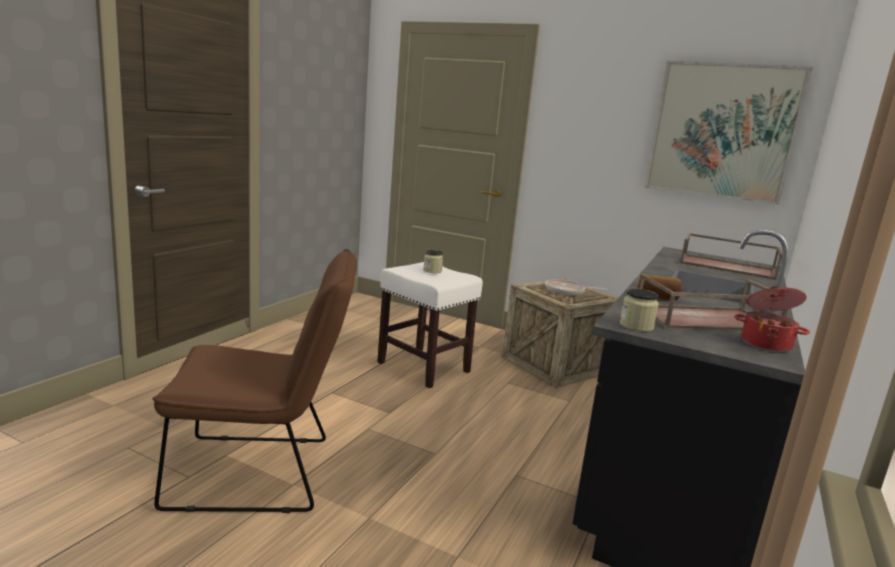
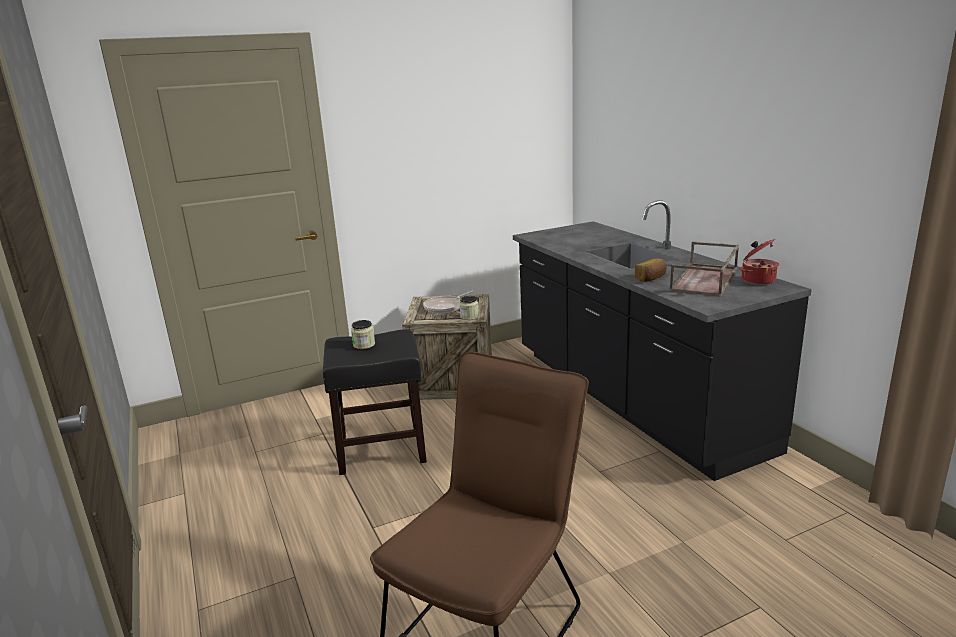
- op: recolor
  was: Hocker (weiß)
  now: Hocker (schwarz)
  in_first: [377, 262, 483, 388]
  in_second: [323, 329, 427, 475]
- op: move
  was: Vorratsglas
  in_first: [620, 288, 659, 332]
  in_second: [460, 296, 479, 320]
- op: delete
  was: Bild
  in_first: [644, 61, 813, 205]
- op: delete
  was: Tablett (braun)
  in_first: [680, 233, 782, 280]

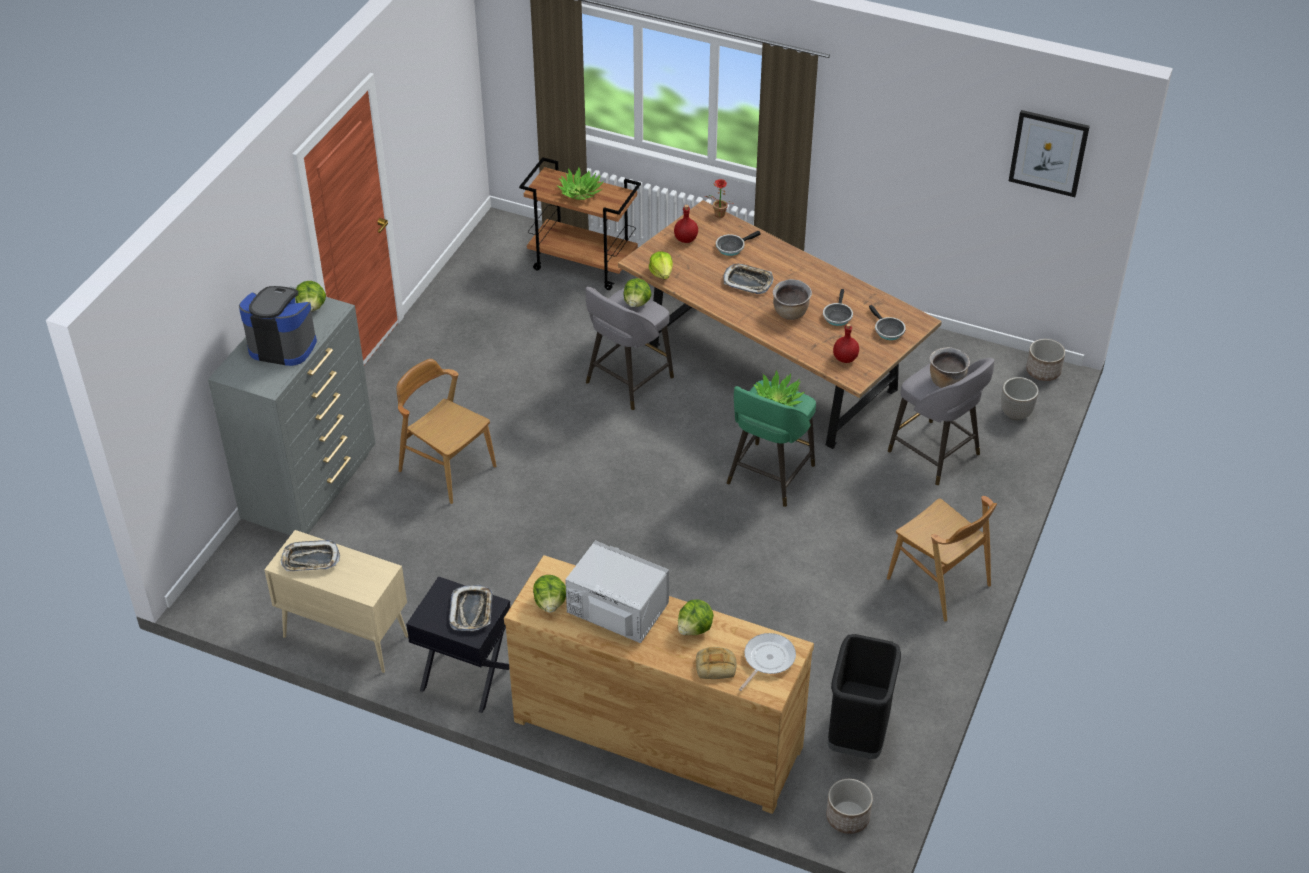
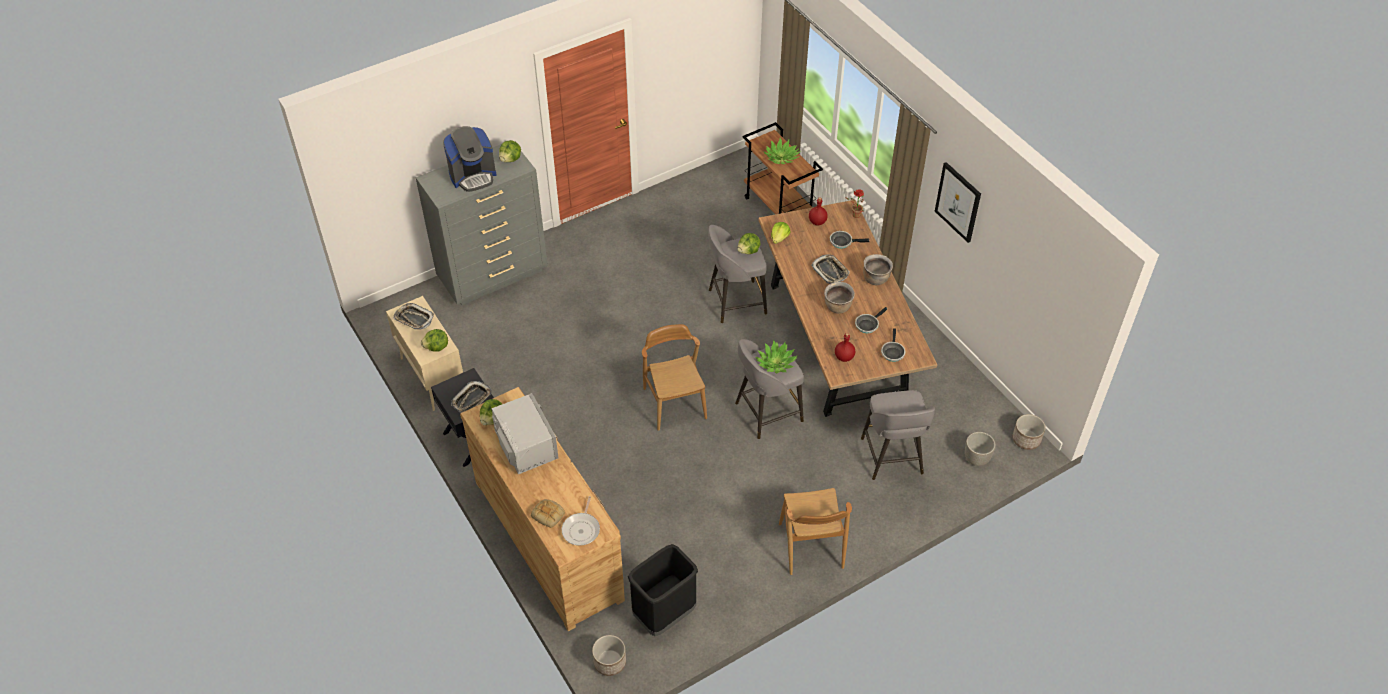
- op: move
  was: Salatkopf
  in_first: [678, 600, 714, 635]
  in_second: [421, 329, 448, 352]
- op: rotate
  was: Kaffeemaschine
  in_first: [239, 286, 317, 366]
  in_second: [443, 126, 496, 192]
  clockwise: 105
- op: rotate
  was: Pfanne
  in_first: [739, 633, 796, 691]
  in_second: [562, 496, 600, 546]
  clockwise: 120
- op: move
  was: Stuhl (braun)
  in_first: [396, 359, 496, 504]
  in_second: [642, 324, 707, 431]
- op: recolor
  was: Hocker (grün)
  now: Hocker (grau)
  in_first: [727, 380, 816, 507]
  in_second: [735, 339, 804, 439]
- op: move
  was: Kochtopf (braun)
  in_first: [929, 347, 970, 388]
  in_second: [863, 254, 893, 285]
- op: move
  was: Bild
  in_first: [1009, 110, 1090, 197]
  in_second: [935, 162, 981, 243]

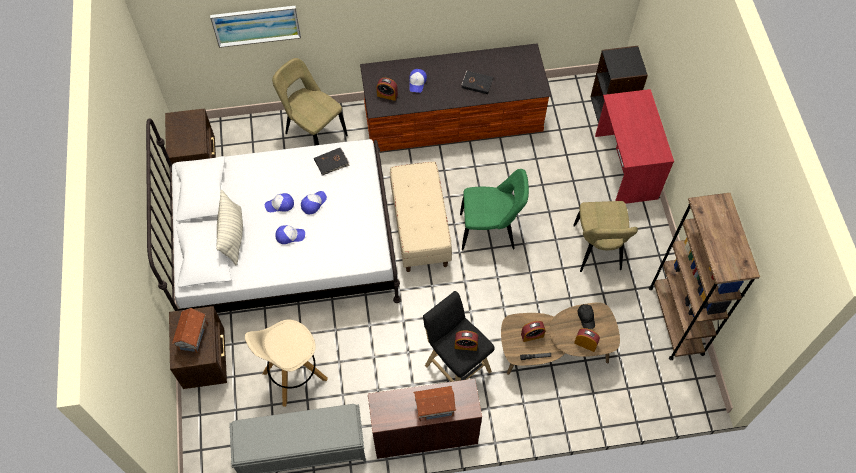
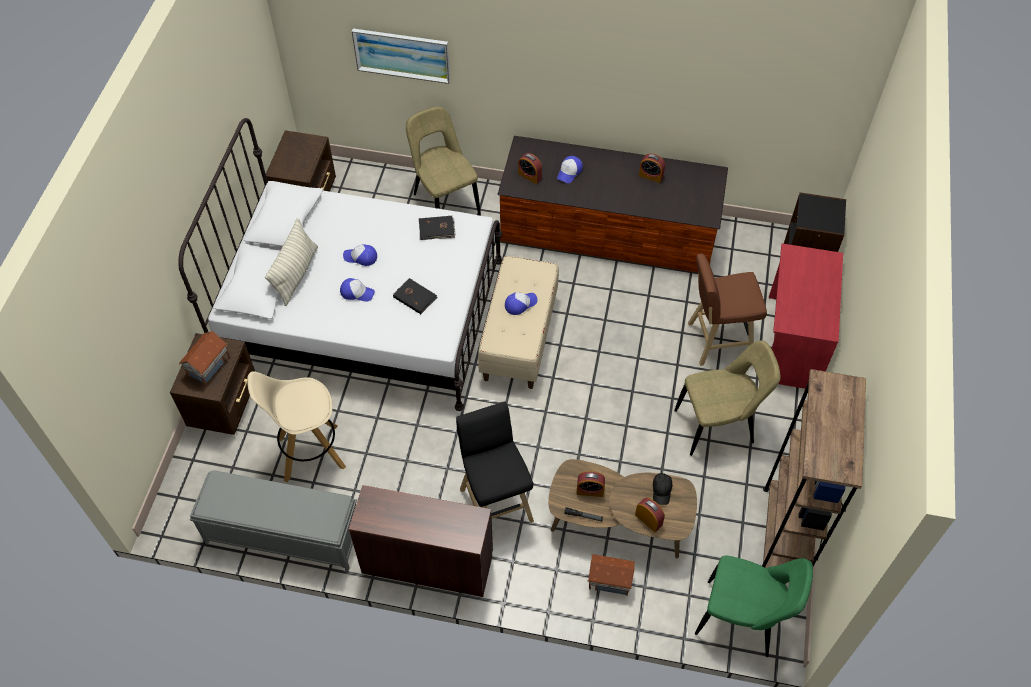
- op: move
  was: Buch (schwarz)
  in_first: [461, 71, 494, 94]
  in_second: [393, 278, 437, 314]
- op: move
  was: Kappe
  in_first: [301, 191, 327, 214]
  in_second: [505, 292, 538, 315]
- op: move
  was: Spielzeughaus
  in_first: [413, 386, 456, 421]
  in_second: [587, 554, 635, 596]
- op: move
  was: Wecker
  in_first: [455, 331, 478, 351]
  in_second: [639, 153, 665, 183]
- op: rotate
  was: Stuhl (beige)
  in_first: [573, 201, 638, 272]
  in_second: [674, 340, 780, 456]
  clockwise: -120
- op: insert
  now: Hocker (braun)
  in_second: [688, 253, 767, 366]
- op: move
  was: Stuhl (grün)
  in_first: [460, 169, 529, 251]
  in_second: [695, 555, 813, 657]

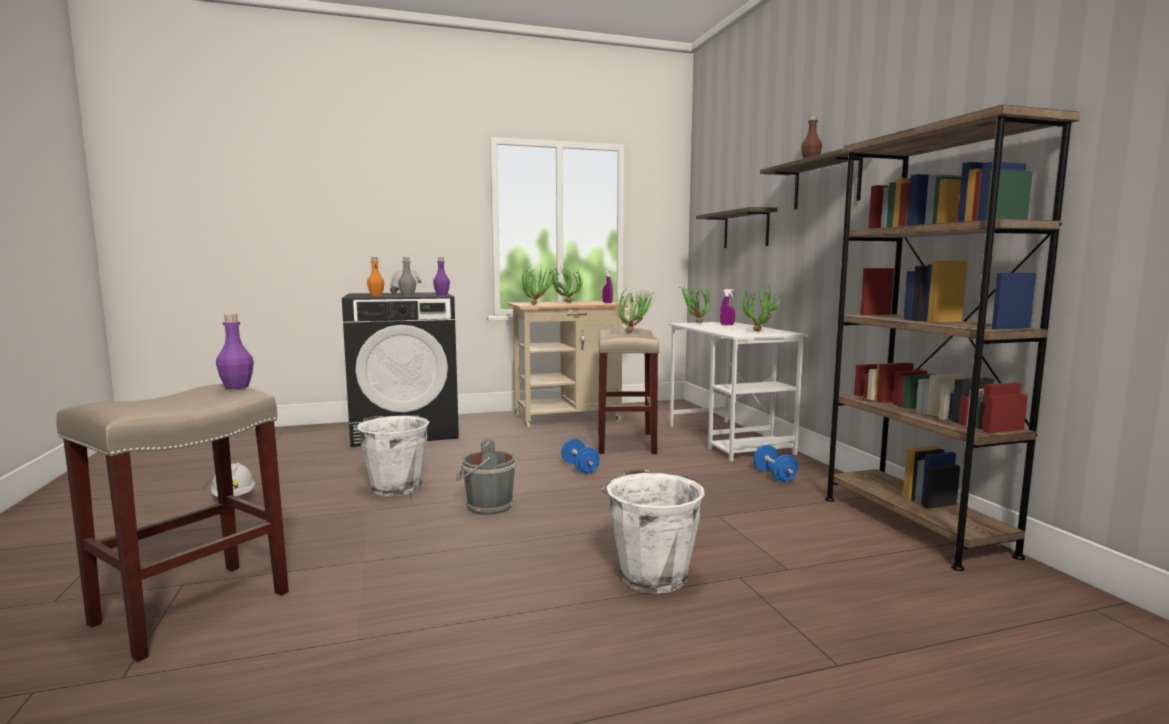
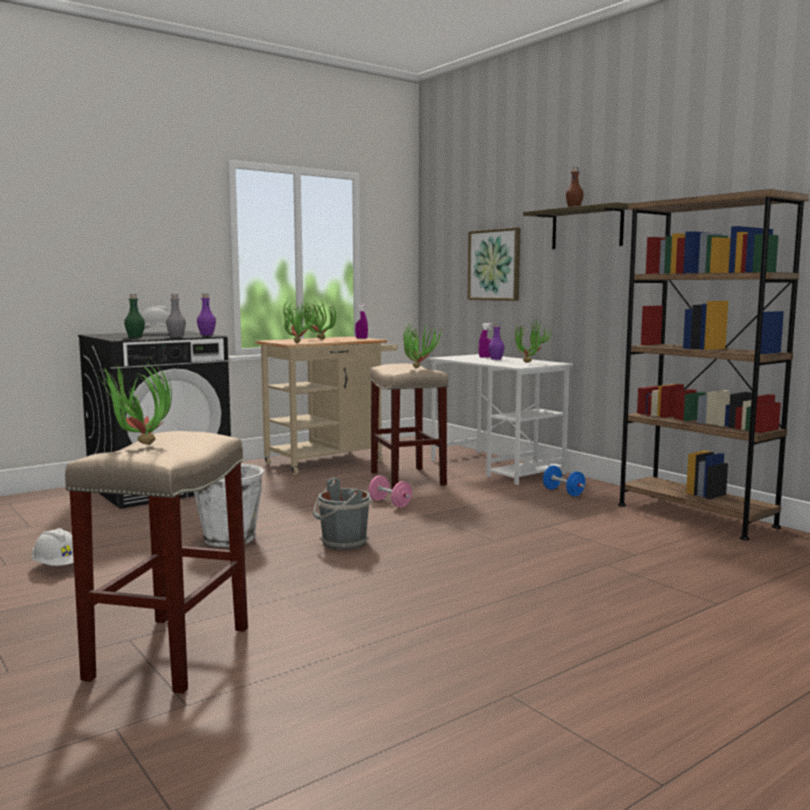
- op: move
  was: Topfpflanze
  in_first: [679, 284, 712, 323]
  in_second: [98, 361, 172, 445]
- op: recolor
  was: Flasche (orange)
  now: Flasche (grün)
  in_first: [367, 257, 385, 296]
  in_second: [124, 294, 145, 338]
- op: recolor
  was: Hantel (blau)
  now: Hantel (rosa)
  in_first: [561, 439, 600, 474]
  in_second: [369, 475, 412, 508]
- op: replace
  was: Wandregal
  now: Bild
  in_first: [696, 207, 778, 248]
  in_second: [467, 227, 520, 301]
- op: move
  was: Flasche (lila)
  in_first: [216, 314, 254, 389]
  in_second: [488, 323, 505, 360]
- op: delete
  was: Eimer (weiß)
  in_first: [602, 469, 705, 594]

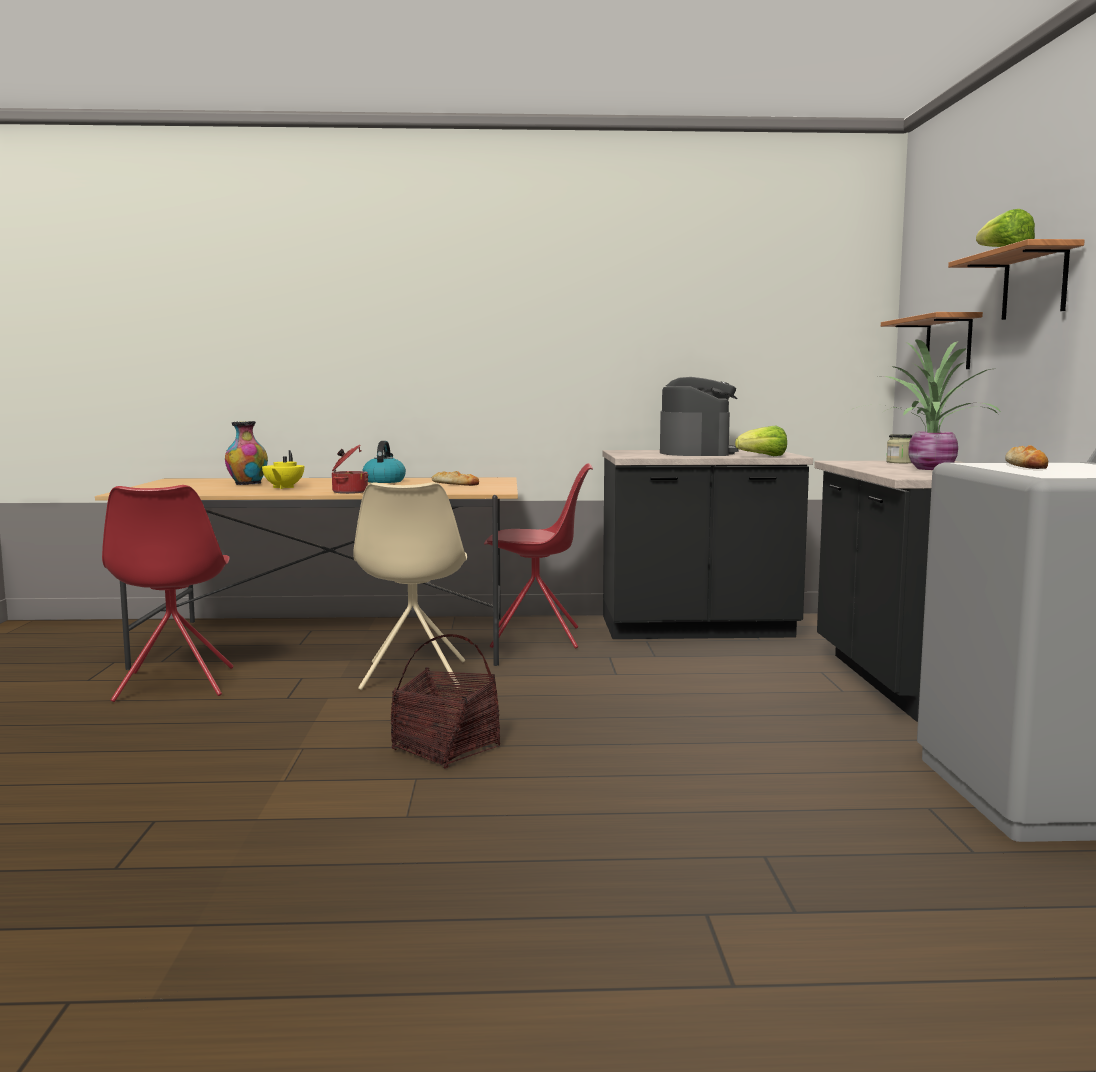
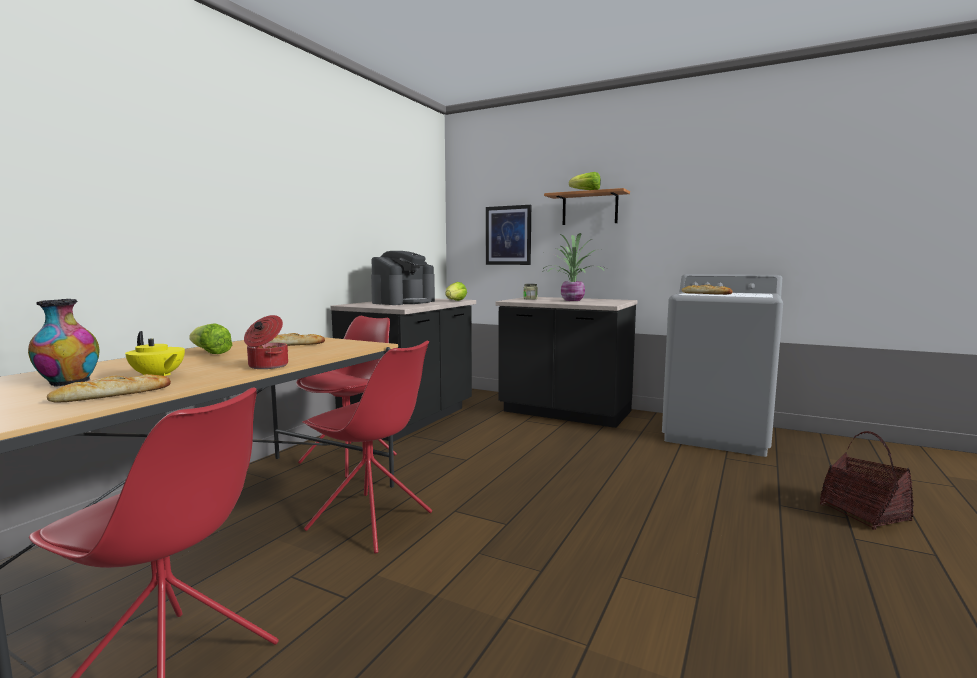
- op: insert
  now: Brot
  in_second: [47, 374, 171, 403]
- op: replace
  was: Wasserkessel
  now: Salatkopf
  in_first: [362, 441, 406, 483]
  in_second: [189, 324, 232, 354]
- op: recolor
  was: Stuhl (beige)
  now: Stuhl (rot)
  in_first: [353, 482, 467, 690]
  in_second: [303, 341, 432, 554]
- op: rotate
  was: Kaffeemaschine
  in_first: [660, 377, 739, 456]
  in_second: [371, 251, 435, 305]
  clockwise: 90
- op: replace
  was: Wandregal
  now: Bild
  in_first: [881, 312, 983, 369]
  in_second: [486, 205, 531, 265]
- op: move
  was: Korb
  in_first: [391, 634, 500, 769]
  in_second: [820, 431, 914, 530]

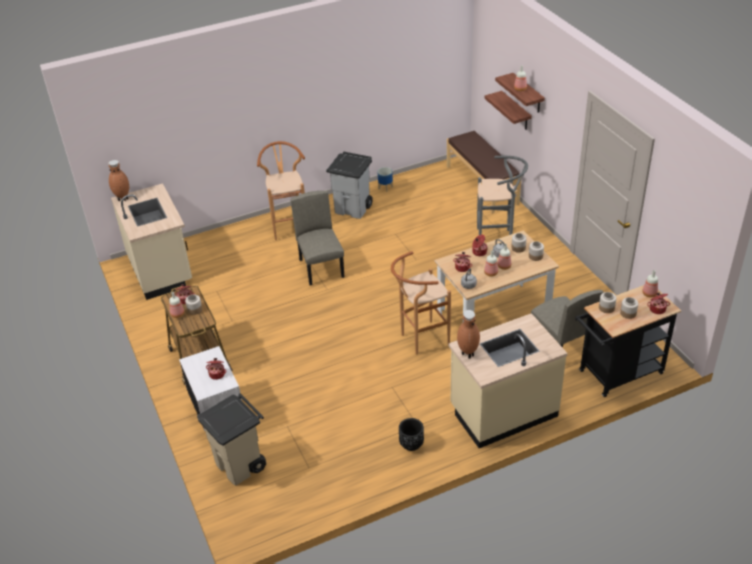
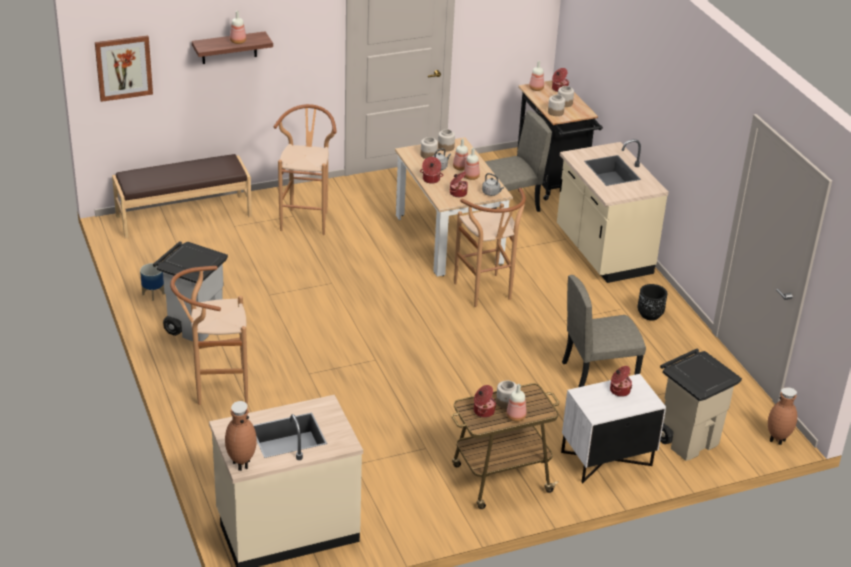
- op: insert
  now: Bild
  in_second: [95, 35, 153, 102]
- op: recolor
  was: Hocker (grau)
  now: Hocker (braun)
  in_first: [477, 156, 528, 235]
  in_second: [273, 104, 337, 235]
- op: move
  was: Stuhl (beige)
  in_first: [290, 191, 344, 286]
  in_second: [562, 275, 646, 387]
- op: move
  was: Vase (braun)
  in_first: [457, 310, 480, 359]
  in_second: [768, 387, 797, 445]
- op: delete
  was: Wandregal
  in_first: [484, 91, 532, 130]

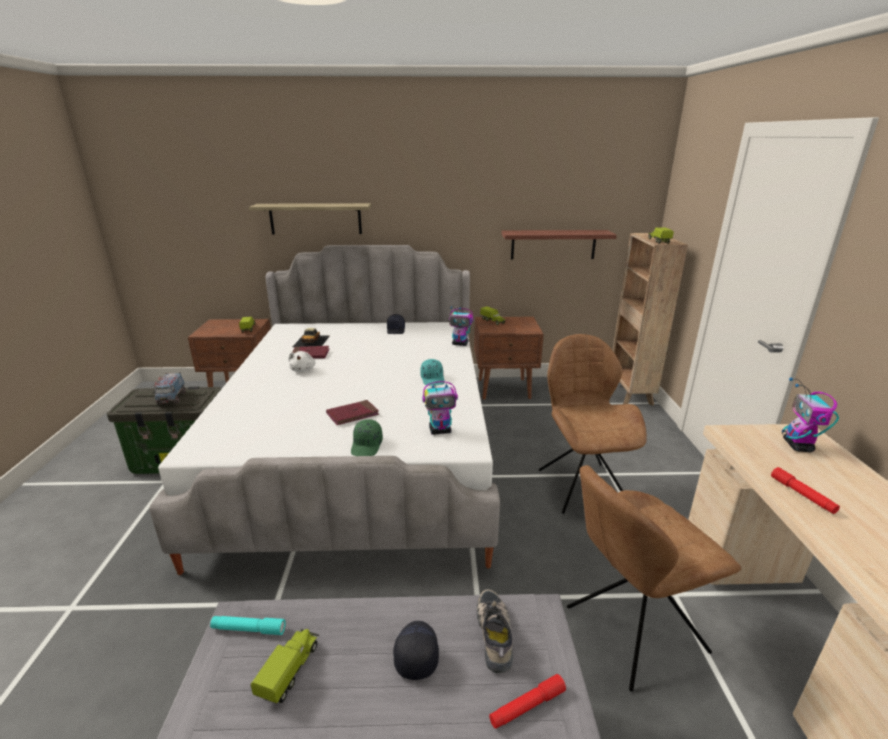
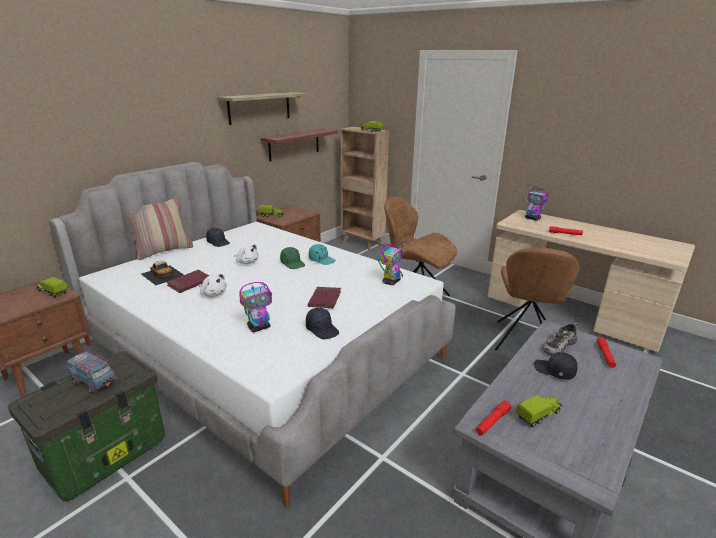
- op: insert
  now: Kissen
  in_second: [127, 197, 193, 260]
- op: move
  was: Wandregal
  in_first: [249, 203, 371, 234]
  in_second: [218, 92, 309, 125]
- op: insert
  now: Plüschtier (weiß)
  in_second: [234, 244, 259, 264]
- op: move
  was: Spielzeugroboter
  in_first: [449, 306, 474, 346]
  in_second: [239, 282, 272, 332]
- op: move
  was: Kappe (grün)
  in_first: [351, 419, 383, 456]
  in_second: [280, 247, 305, 269]
- op: insert
  now: Kappe (schwarz)
  in_second: [306, 308, 339, 339]
- op: recolor
  was: Taschenlampe (türkis)
  now: Taschenlampe (rot)
  in_first: [210, 616, 286, 635]
  in_second: [476, 400, 511, 436]
- op: rotate
  was: Spielzeuglaster
  in_first: [250, 629, 319, 703]
  in_second: [516, 395, 563, 427]
  clockwise: 90
- op: rotate
  was: Schuh
  in_first: [477, 589, 513, 673]
  in_second: [543, 322, 579, 355]
  clockwise: -75

